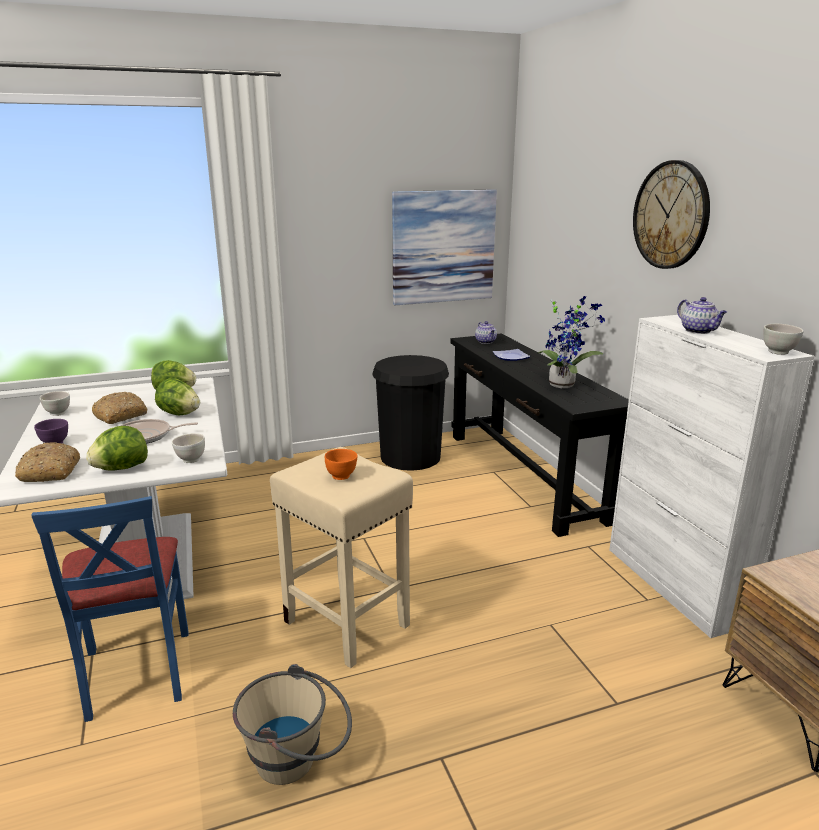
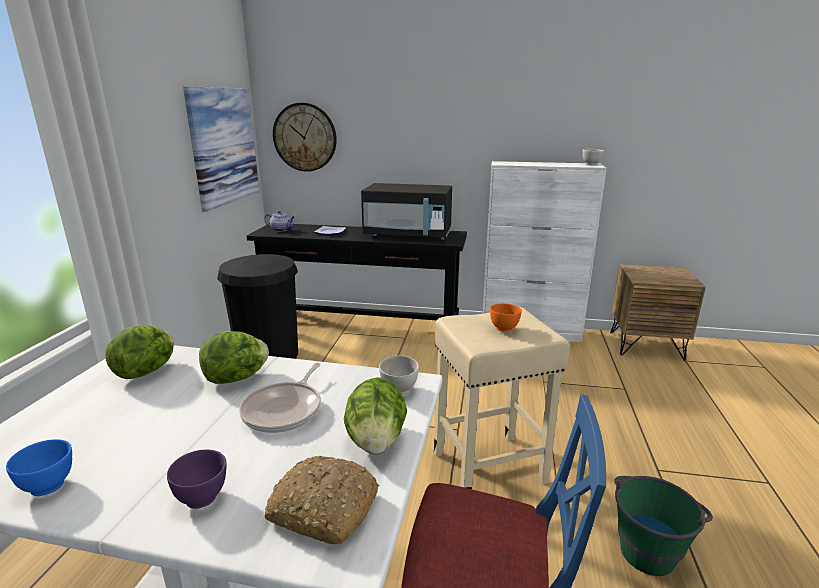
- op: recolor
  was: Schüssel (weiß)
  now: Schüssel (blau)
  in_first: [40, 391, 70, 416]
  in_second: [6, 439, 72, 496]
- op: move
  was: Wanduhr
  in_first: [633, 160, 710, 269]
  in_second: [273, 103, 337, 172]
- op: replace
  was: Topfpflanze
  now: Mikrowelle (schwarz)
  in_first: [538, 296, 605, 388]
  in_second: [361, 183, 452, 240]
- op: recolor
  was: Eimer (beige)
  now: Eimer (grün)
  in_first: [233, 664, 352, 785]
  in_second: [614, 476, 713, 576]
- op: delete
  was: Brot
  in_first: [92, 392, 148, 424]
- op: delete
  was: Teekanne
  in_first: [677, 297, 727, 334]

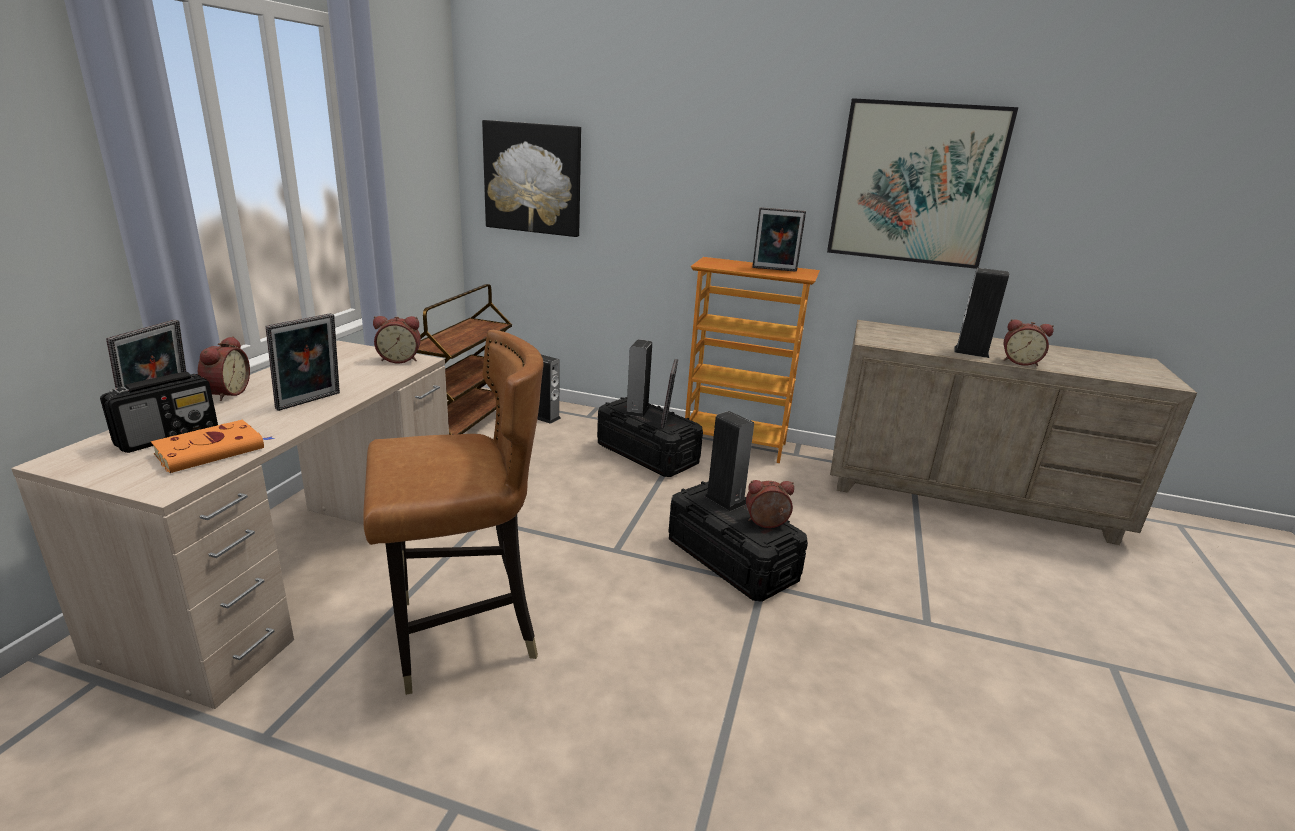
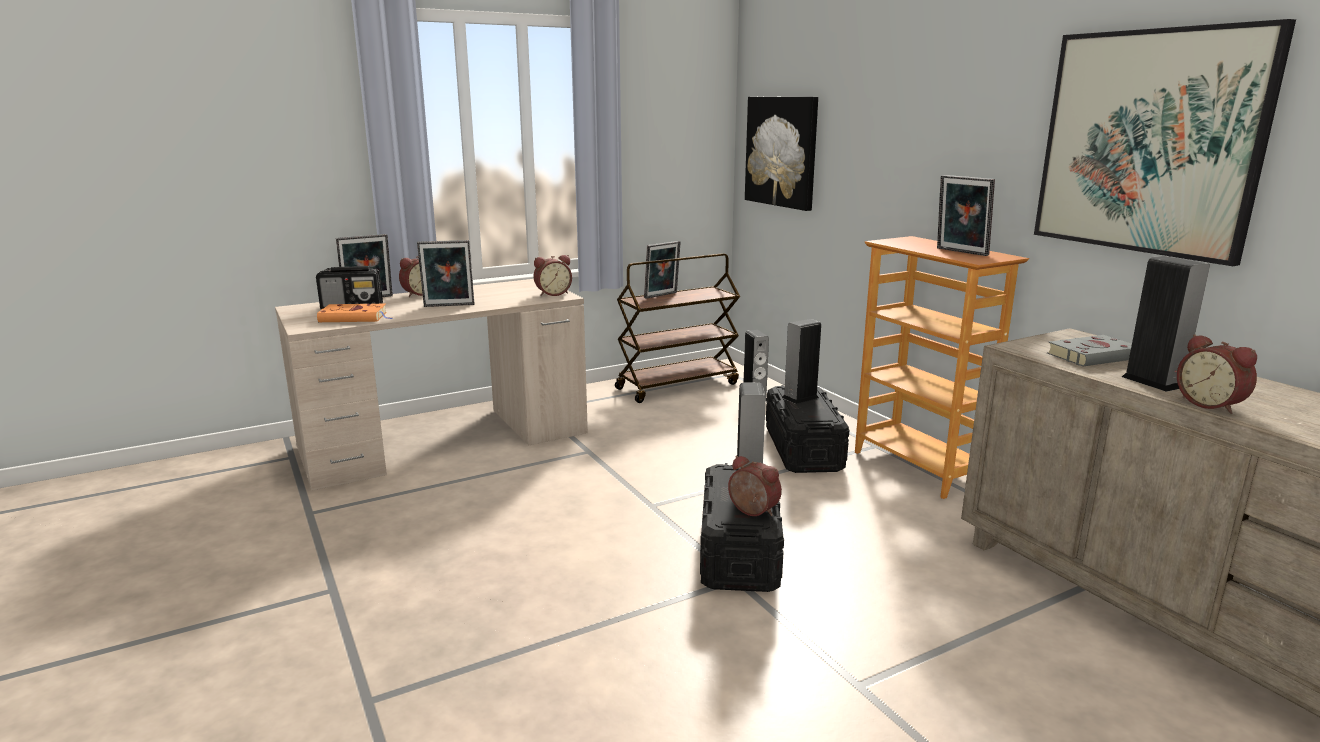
- op: rotate
  was: Wecker
  in_first: [373, 316, 421, 363]
  in_second: [534, 255, 572, 296]
  clockwise: -60
- op: move
  was: Bilderrahmen
  in_first: [660, 359, 678, 428]
  in_second: [644, 241, 681, 298]
- op: insert
  now: Buch (grau)
  in_second: [1047, 335, 1132, 367]
- op: delete
  was: Stuhl (braun)
  in_first: [363, 330, 543, 695]

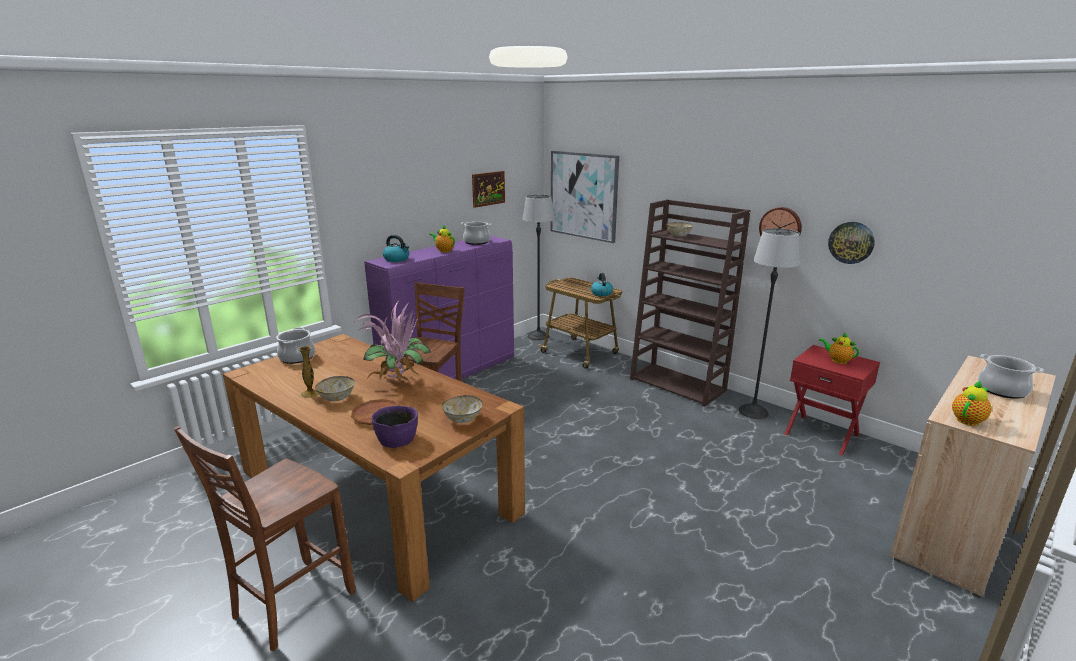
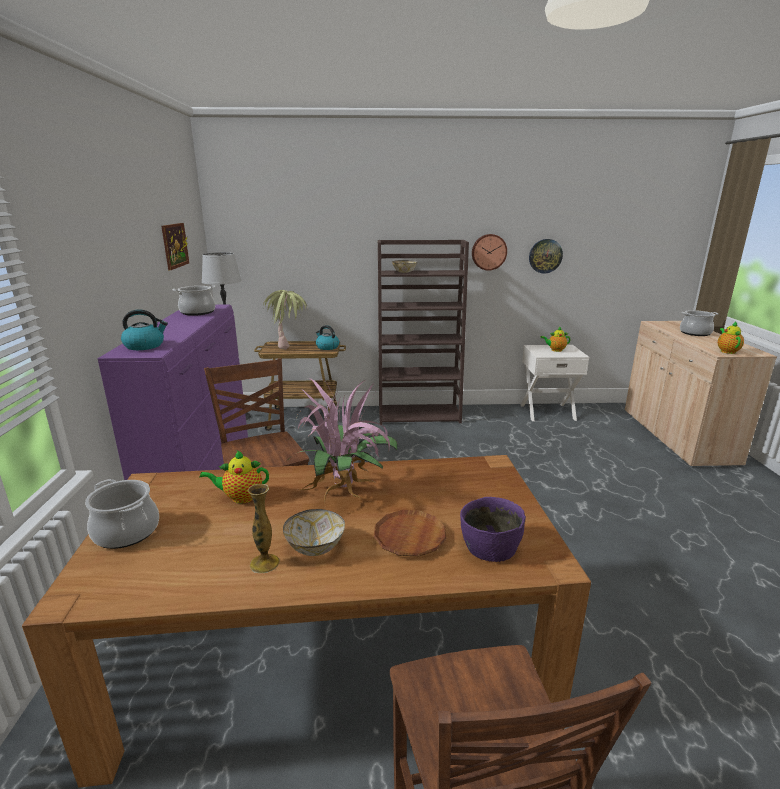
- op: move
  was: Teekanne
  in_first: [429, 224, 455, 252]
  in_second: [199, 450, 269, 504]
- op: insert
  now: Topfpflanze
  in_second: [263, 290, 307, 350]
- op: recolor
  was: Nachttisch (rot)
  now: Nachttisch (weiß)
  in_first: [784, 345, 880, 455]
  in_second: [520, 345, 589, 421]
- op: delete
  was: Schüssel
  in_first: [442, 395, 483, 423]
- op: delete
  was: Bild
  in_first: [550, 151, 619, 243]
- op: delete
  was: Stehlampe
  in_first: [739, 228, 800, 419]

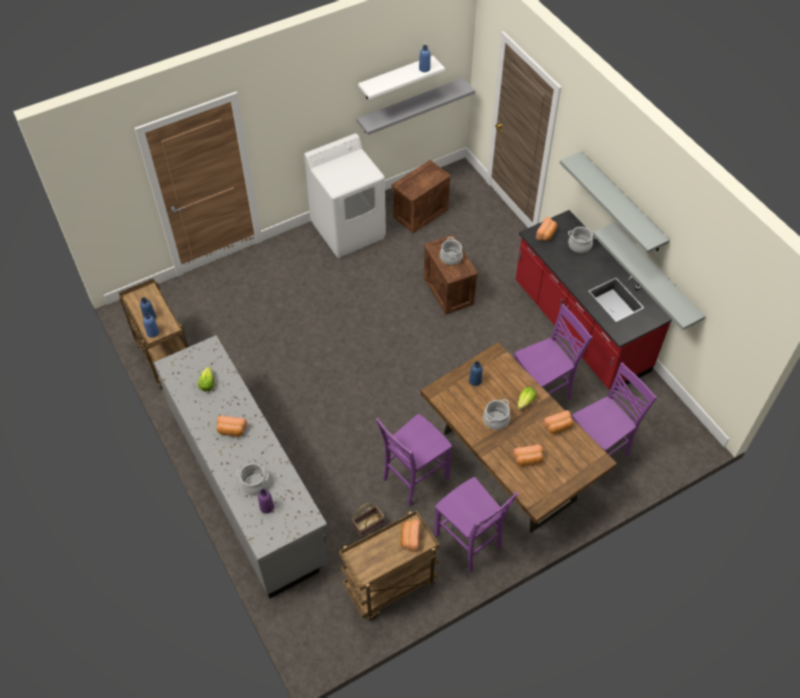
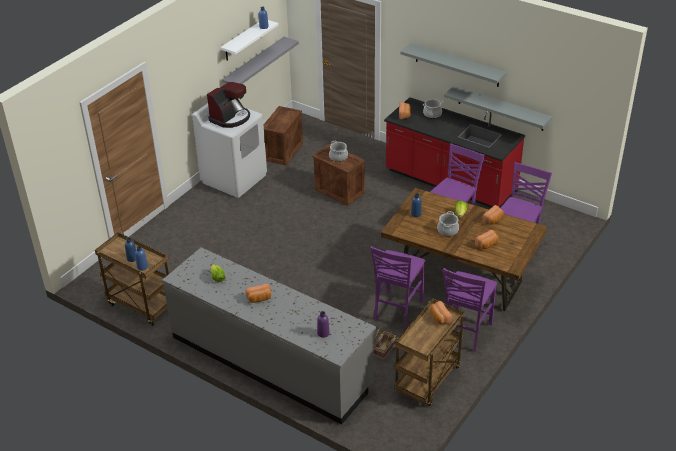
- op: insert
  now: Kaffeemaschine
  in_second: [207, 82, 250, 128]
- op: rotate
  was: Stuhl (lila)
  in_first: [434, 477, 518, 573]
  in_second: [443, 268, 497, 352]
  clockwise: 90
- op: delete
  was: Kochtopf
  in_first: [236, 463, 269, 495]

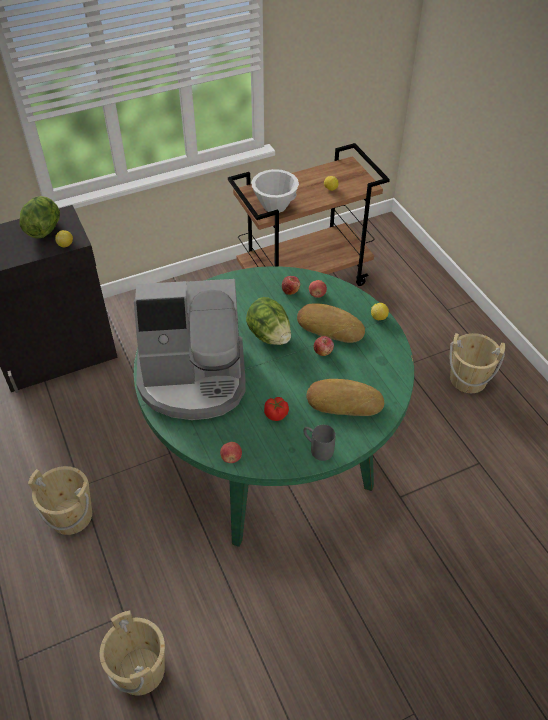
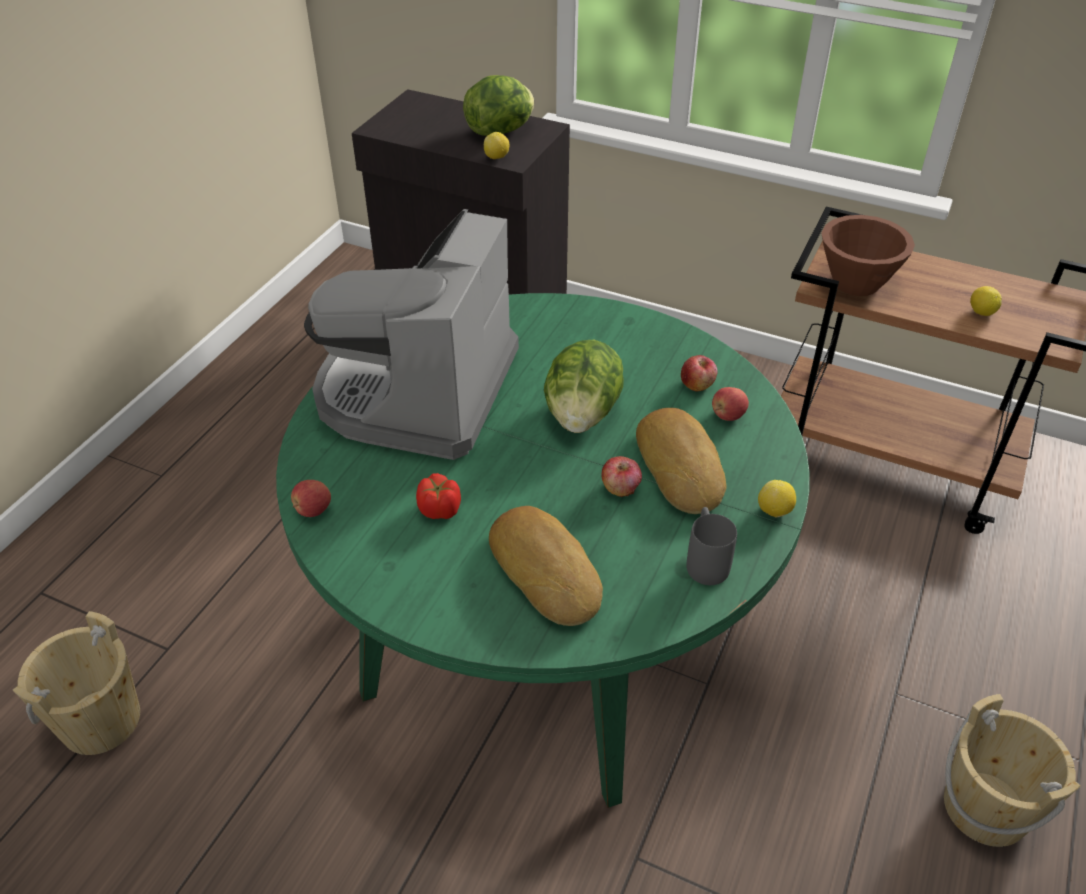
- op: rotate
  was: Kaffeemaschine
  in_first: [134, 279, 246, 420]
  in_second: [304, 209, 519, 460]
  clockwise: 60
- op: move
  was: Henkelbecher (grau)
  in_first: [303, 425, 336, 461]
  in_second: [686, 507, 737, 585]
- op: recolor
  was: Schüssel (weiß)
  now: Schüssel (braun)
  in_first: [251, 169, 299, 213]
  in_second: [821, 215, 915, 296]
- op: delete
  was: Eimer (beige)
  in_first: [28, 466, 92, 535]

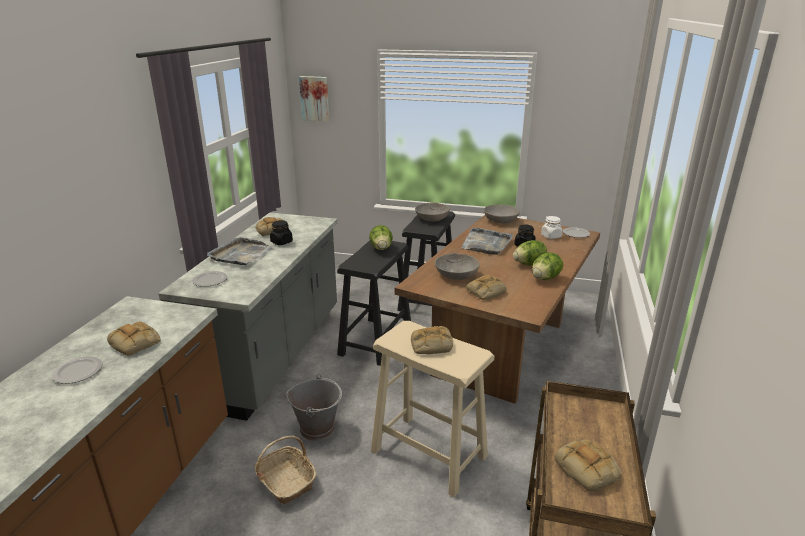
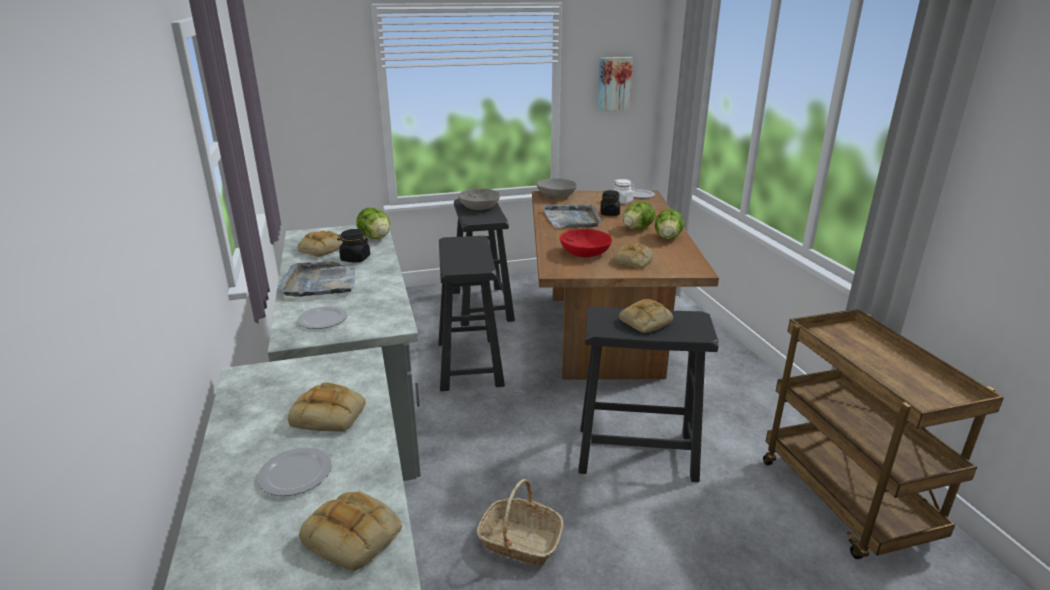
- op: move
  was: Brot
  in_first: [555, 440, 622, 492]
  in_second: [299, 491, 402, 572]
- op: move
  was: Salatkopf
  in_first: [369, 225, 393, 250]
  in_second: [356, 208, 390, 239]
- op: recolor
  was: Schüssel (grau)
  now: Schüssel (rot)
  in_first: [435, 253, 480, 280]
  in_second: [560, 229, 612, 257]
- op: recolor
  was: Hocker (beige)
  now: Hocker (schwarz)
  in_first: [371, 321, 494, 497]
  in_second: [578, 306, 718, 482]
- op: move
  was: Bild
  in_first: [299, 76, 329, 122]
  in_second: [598, 57, 633, 111]
- op: delete
  was: Eimer (grau)
  in_first: [286, 374, 342, 441]

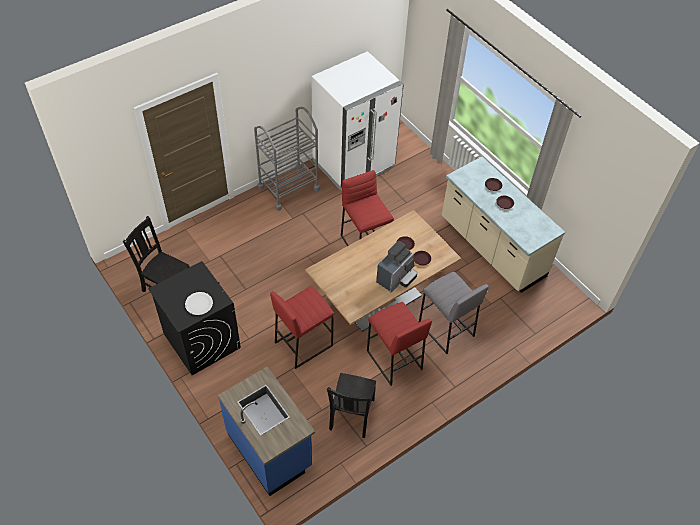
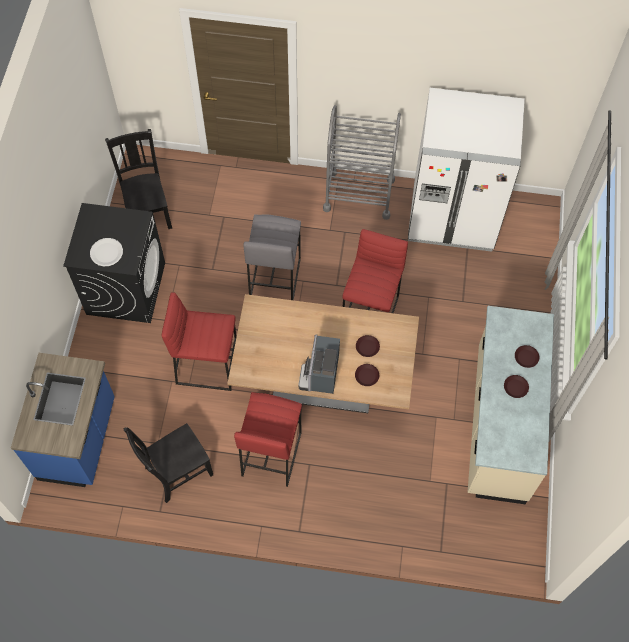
- op: move
  was: Hocker (grau)
  in_first: [419, 271, 489, 354]
  in_second: [243, 214, 301, 300]
- op: rotate
  was: Kaffeemaschine
  in_first: [376, 241, 417, 292]
  in_second: [299, 334, 340, 394]
  clockwise: 105

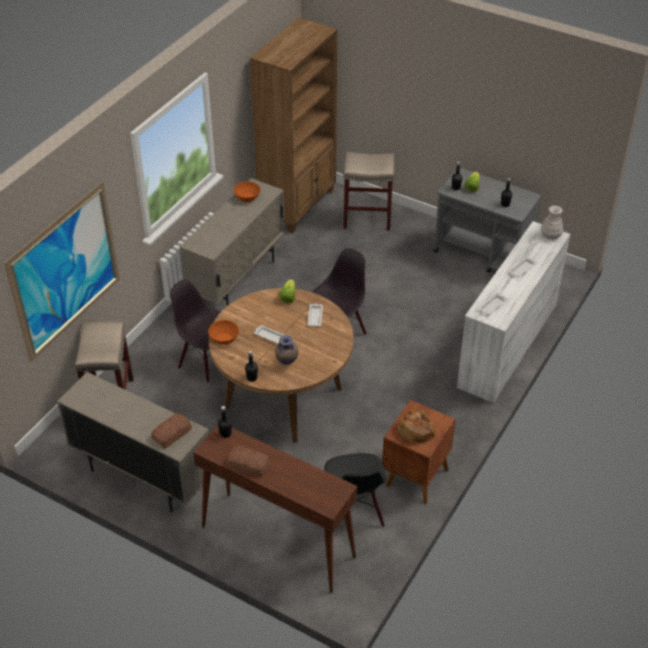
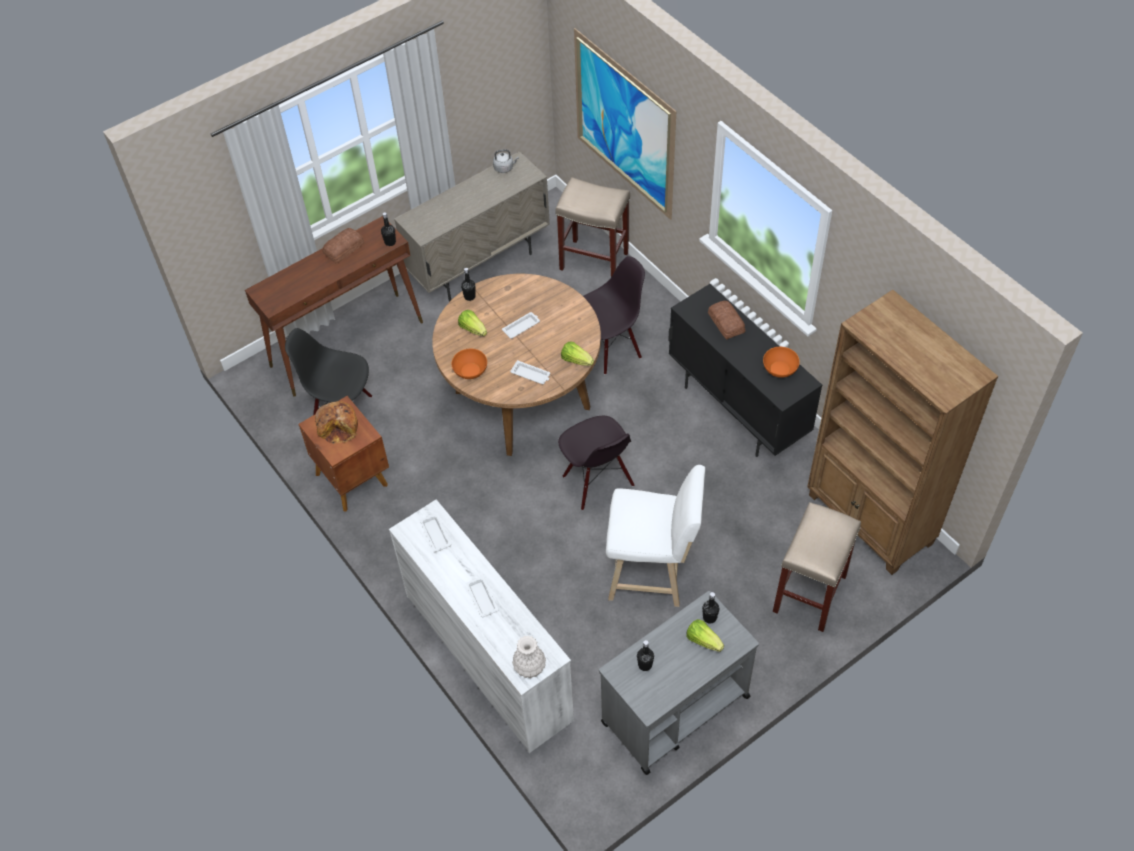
- op: move
  was: Schüssel (orange)
  in_first: [208, 320, 239, 345]
  in_second: [452, 349, 487, 379]
- op: replace
  was: Vase
  now: Salatkopf
  in_first: [275, 335, 298, 365]
  in_second: [458, 310, 487, 336]
- op: insert
  now: Wasserkessel (grau)
  in_second: [493, 149, 519, 173]
- op: insert
  now: Hocker (weiß)
  in_second: [606, 465, 705, 607]
- op: recolor
  was: Schrank (beige)
  now: Schrank (schwarz)
  in_first: [180, 178, 285, 306]
  in_second: [668, 284, 822, 457]
- op: move
  was: Brot
  in_first: [151, 413, 192, 449]
  in_second: [708, 301, 745, 339]

